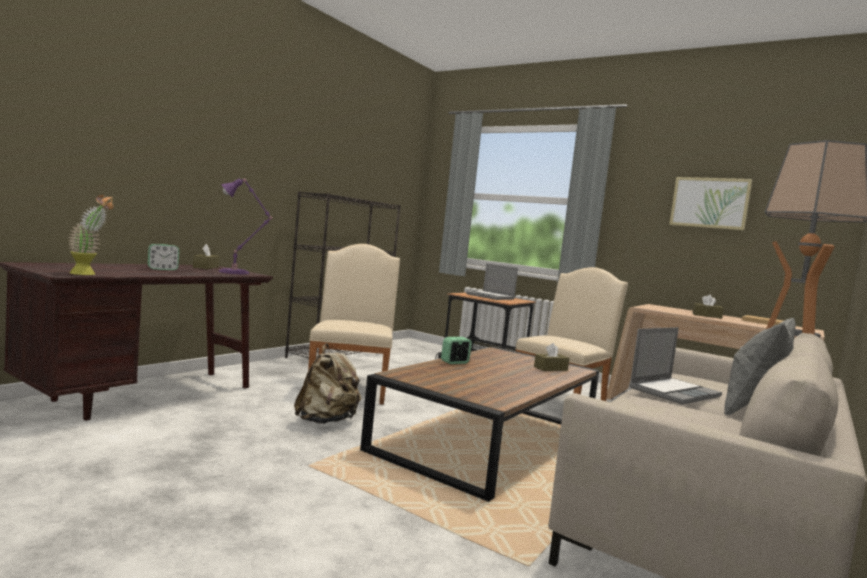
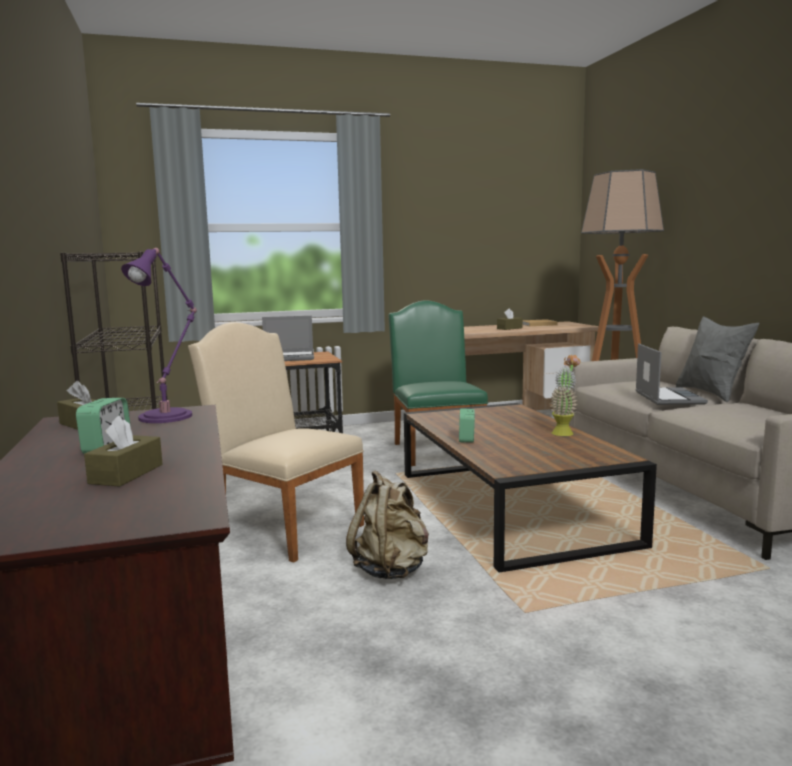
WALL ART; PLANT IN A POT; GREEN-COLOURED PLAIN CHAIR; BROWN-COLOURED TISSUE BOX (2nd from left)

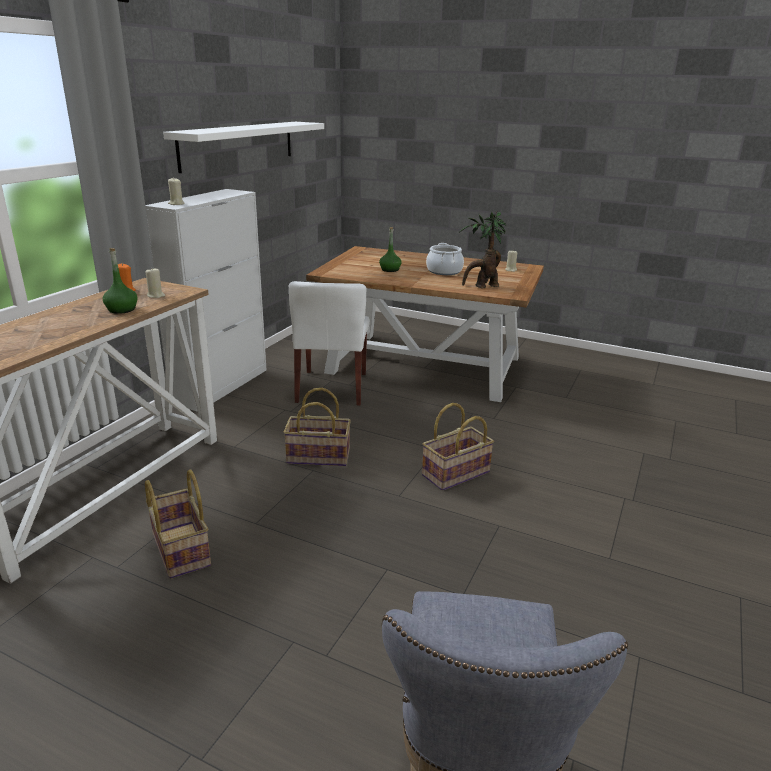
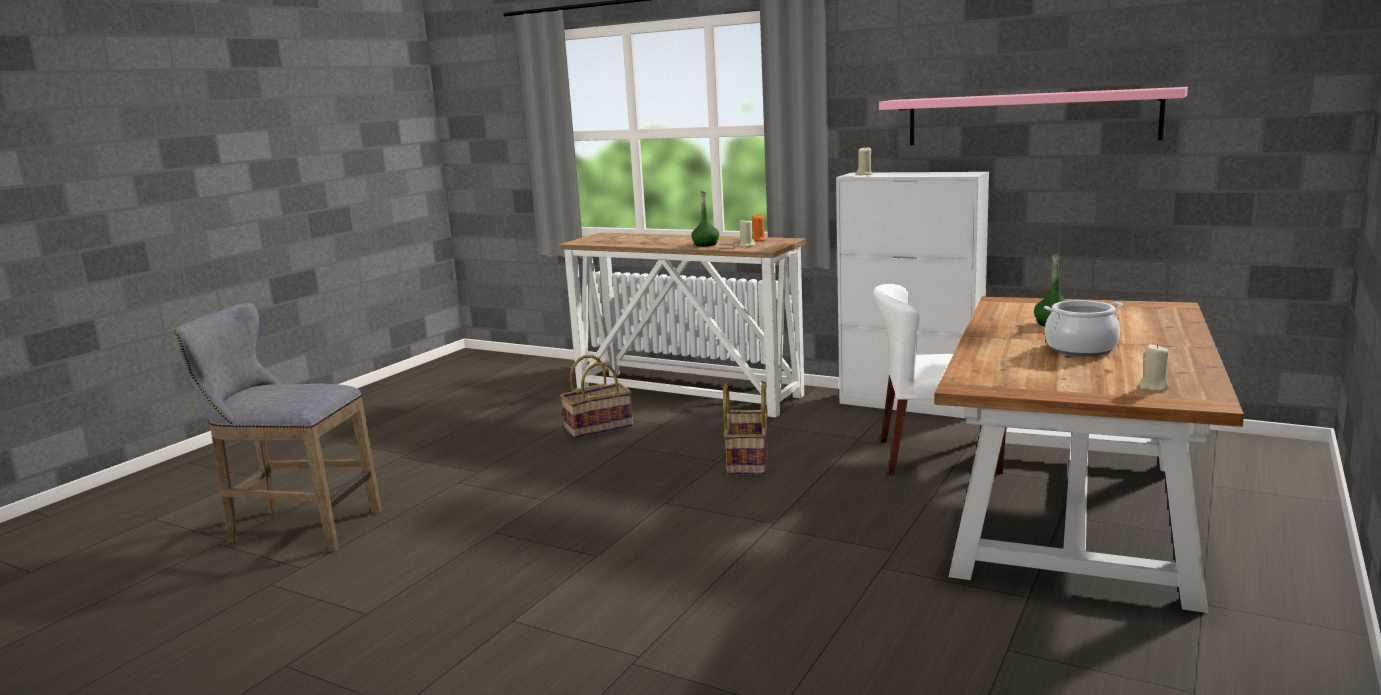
PINK-COLOURED SHELF; PLANT IN A POT; STORAGE BASKET (3rd from left in the first image)

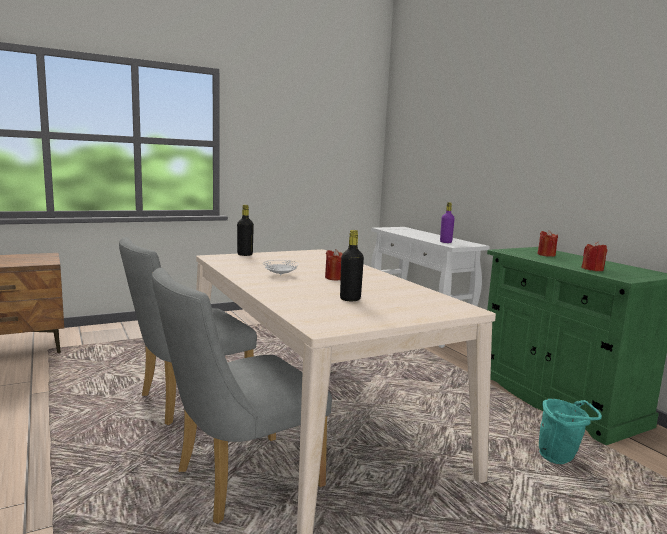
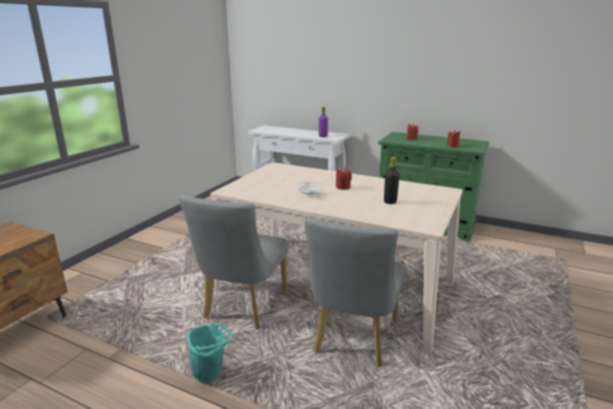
BLACK BEVERAGE BOTTLE (1st from left in the first image); TURQUOISE PAIL

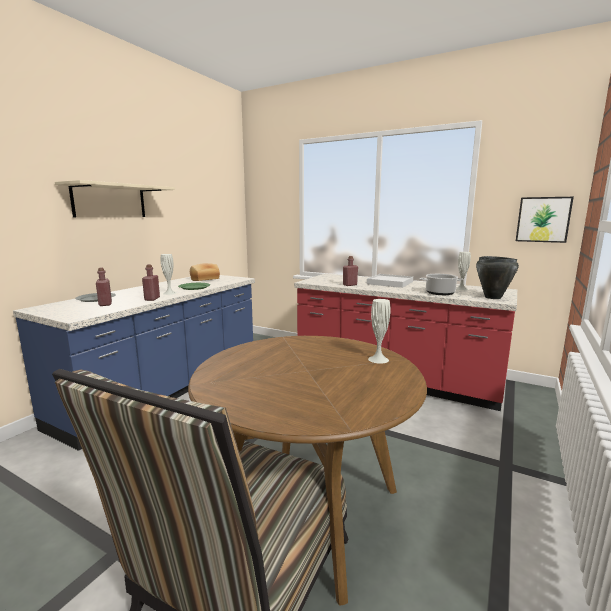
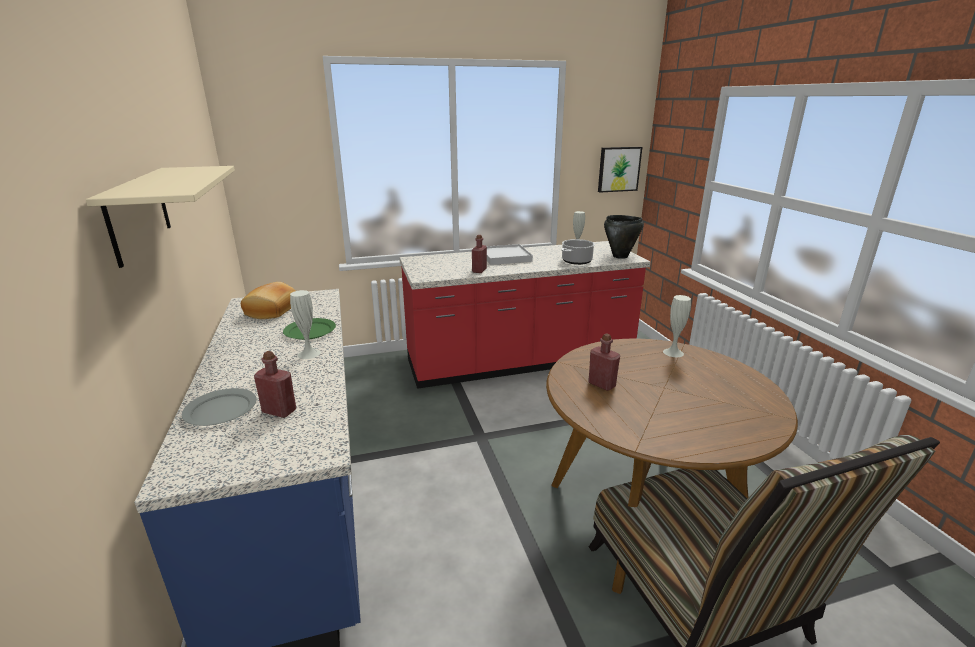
REDDISH BEVERAGE BOTTLE (3rd from left)

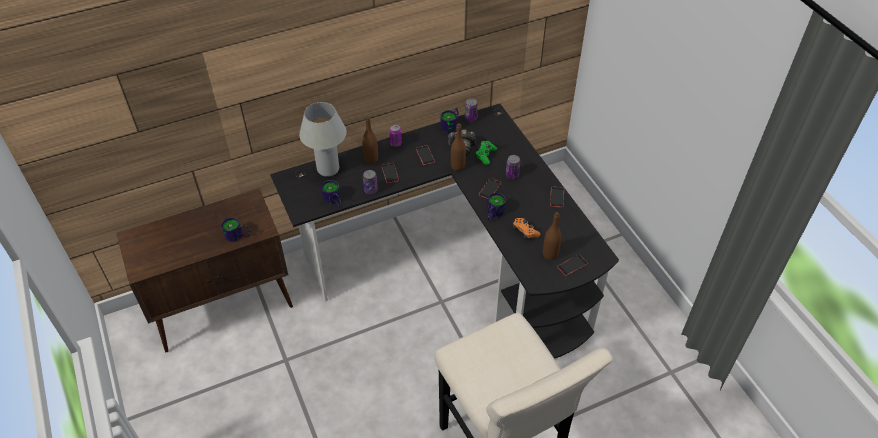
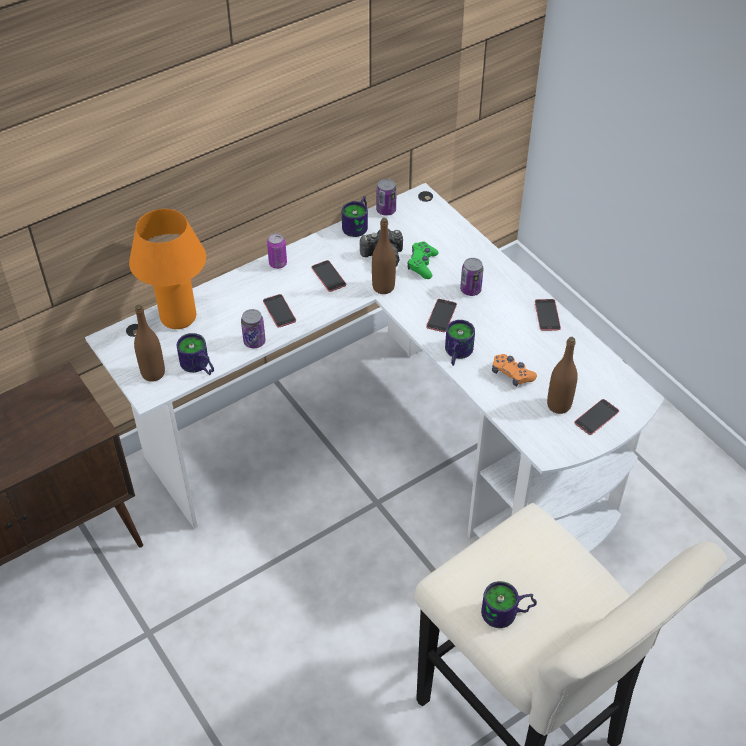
ORANGEY TABLE LAMP; WHITE DESK TABLE; BROWN-COLOURED BEVERAGE BOTTLE (1st from left); COFFEE MUG (4th from left)

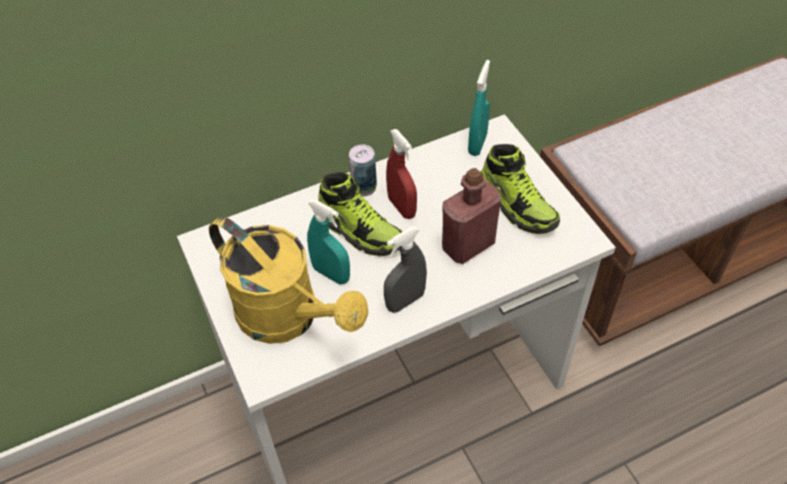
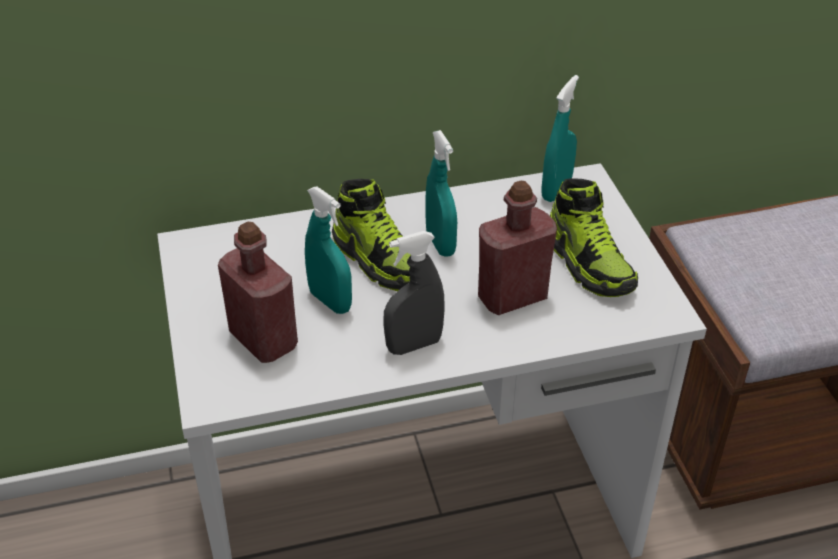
TURQUOISE HAND SPRAYER (2nd from left); METAL CAN; REDDISH BEVERAGE BOTTLE (1st from left)

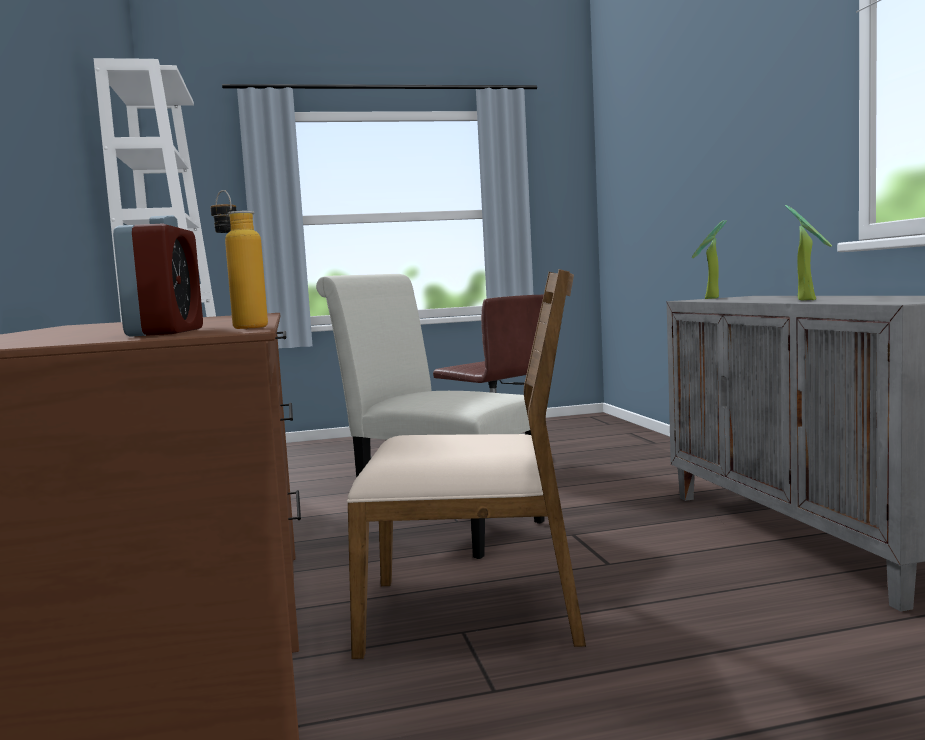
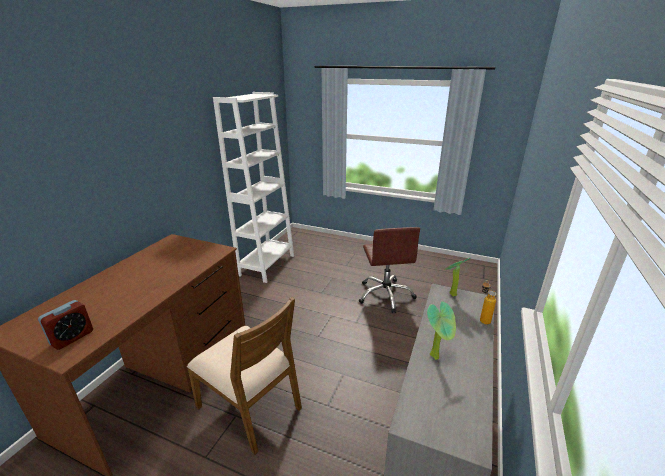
BEVERAGE BOTTLE; WHITE PLAIN CHAIR

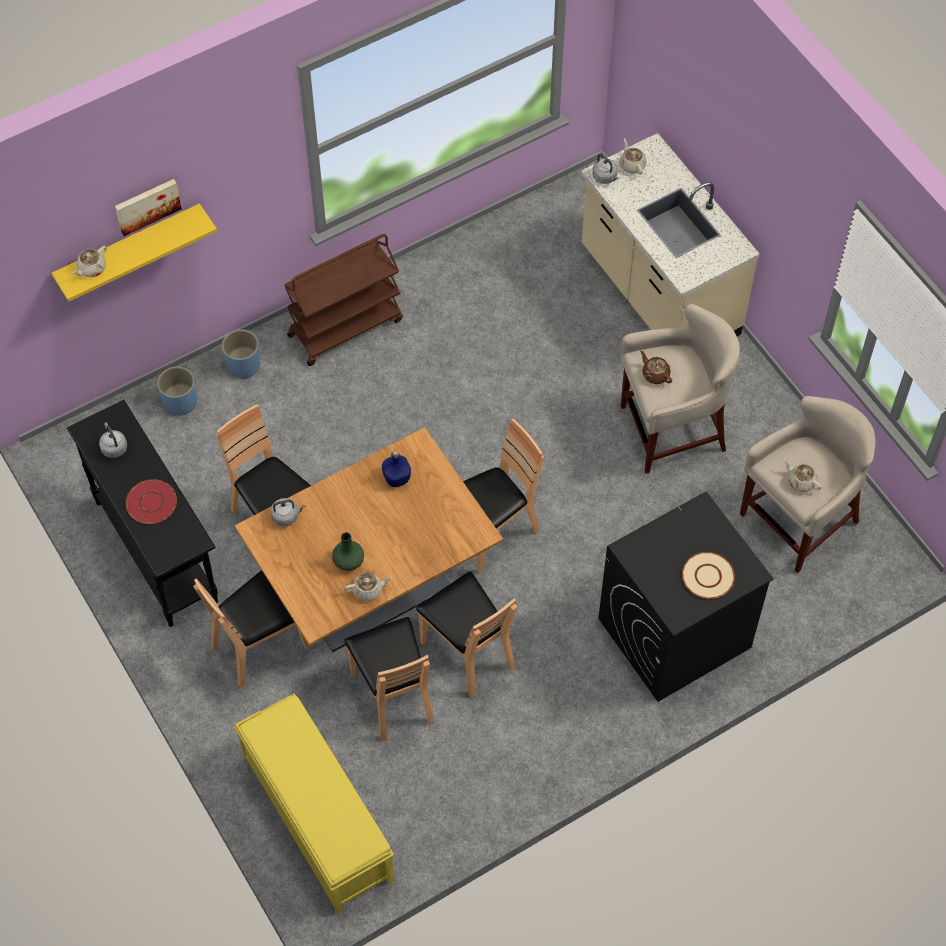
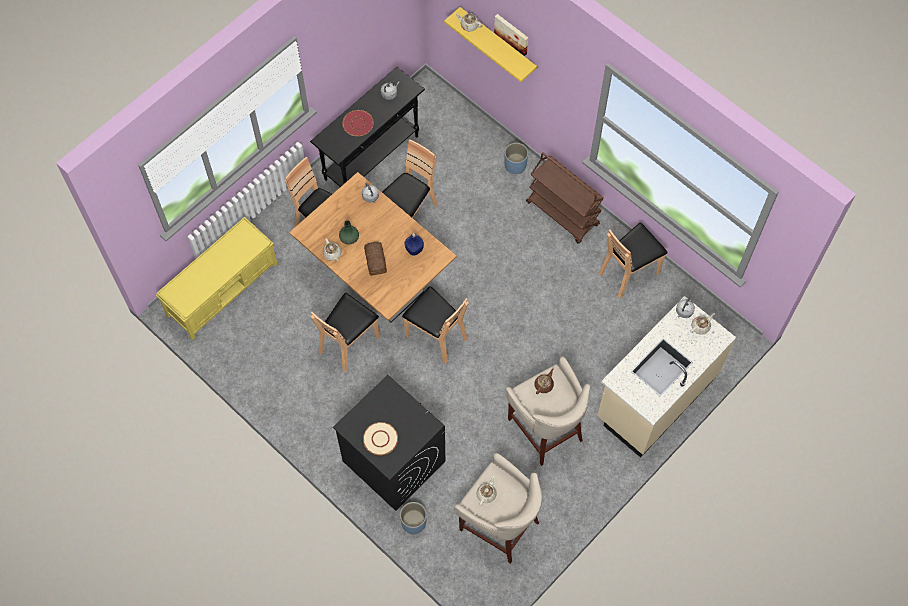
BLUISH FLOWER POT (1st from left); BROWN-COLOURED PLAIN CHAIR (5th from left); BREAD

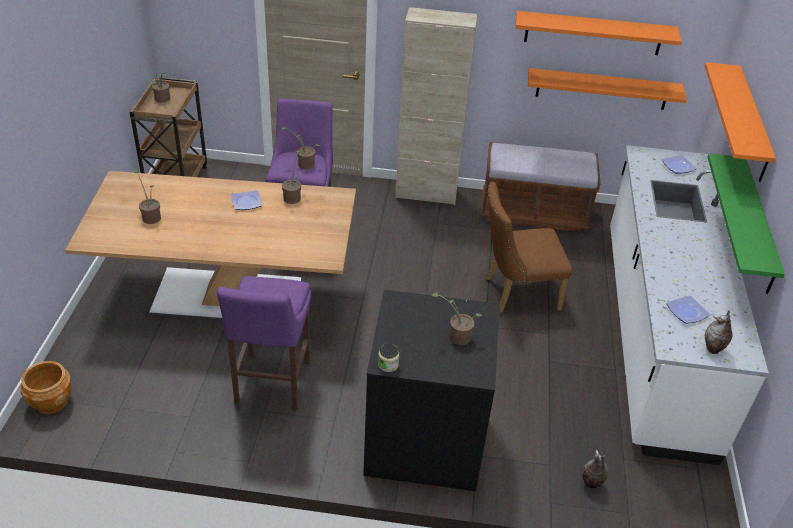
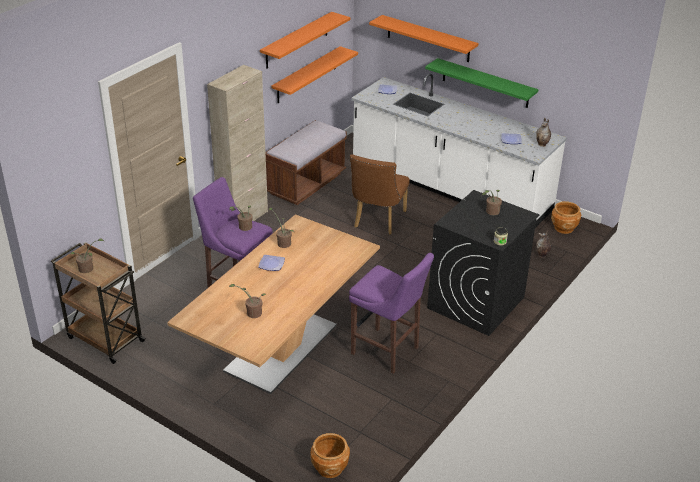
BROWN-COLOURED FLOWER POT (2nd from left)

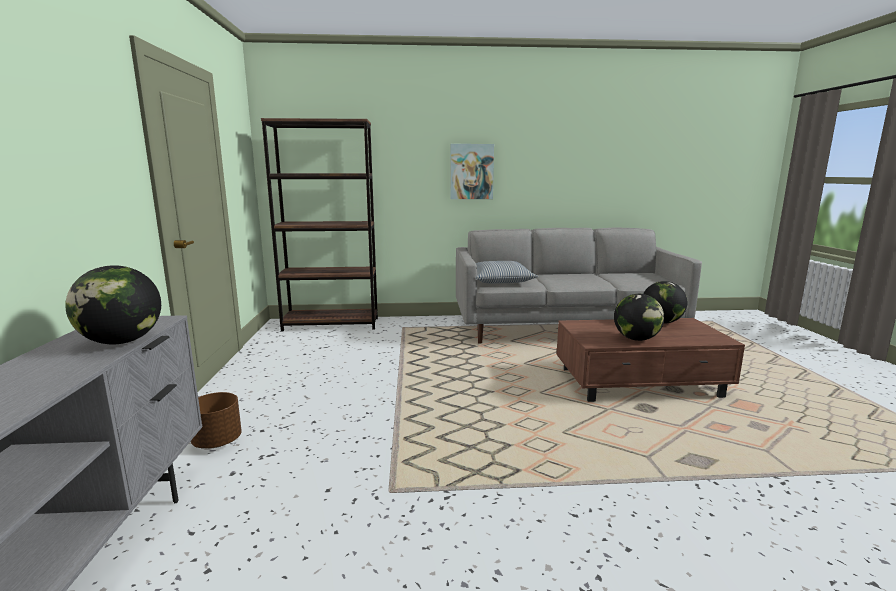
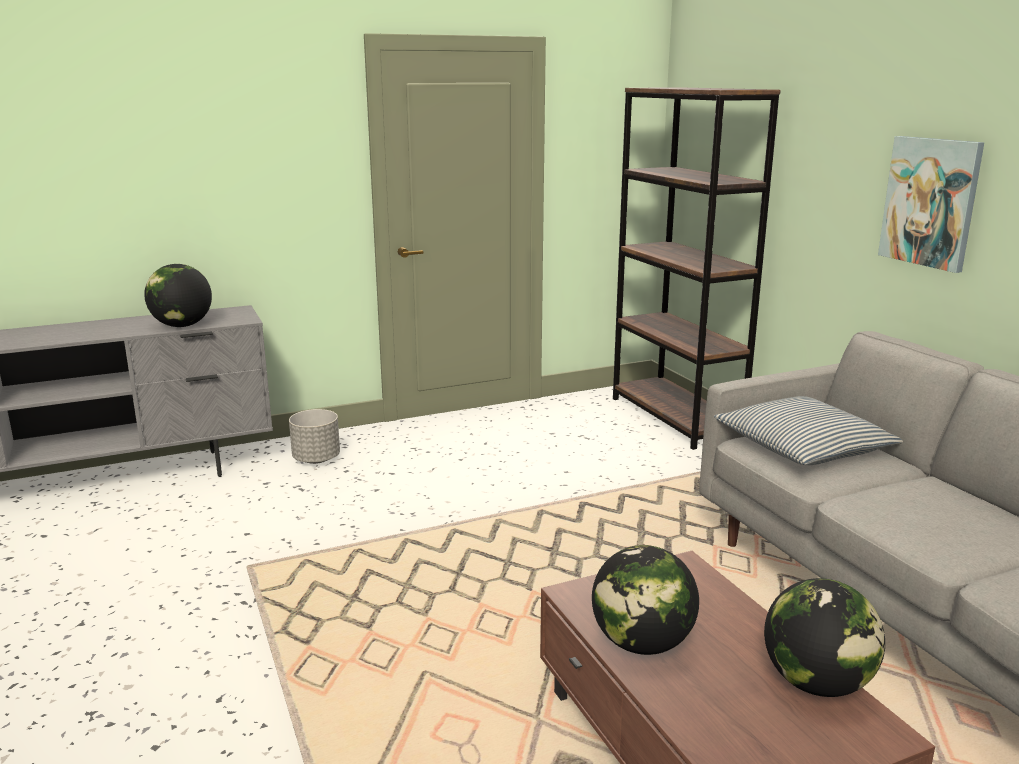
GREY FLOWER POT

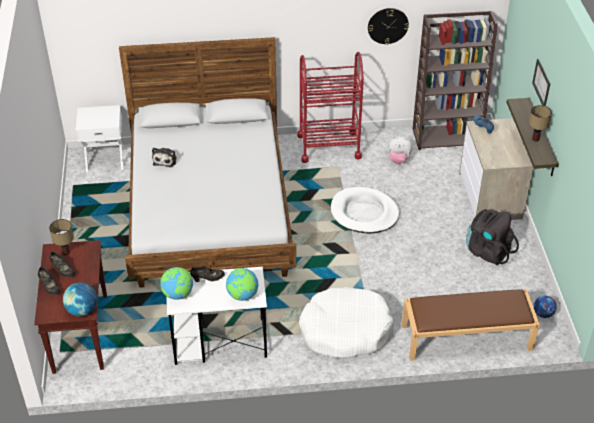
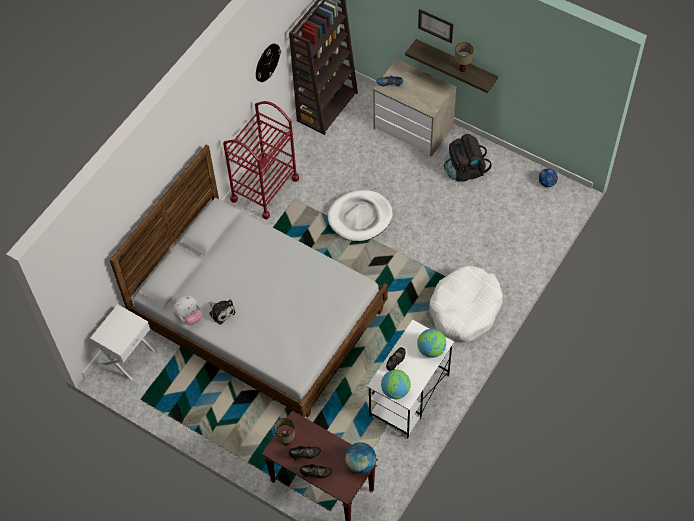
CUDDLY TOY (1st from left); BROWN-COLOURED LONG SEAT

